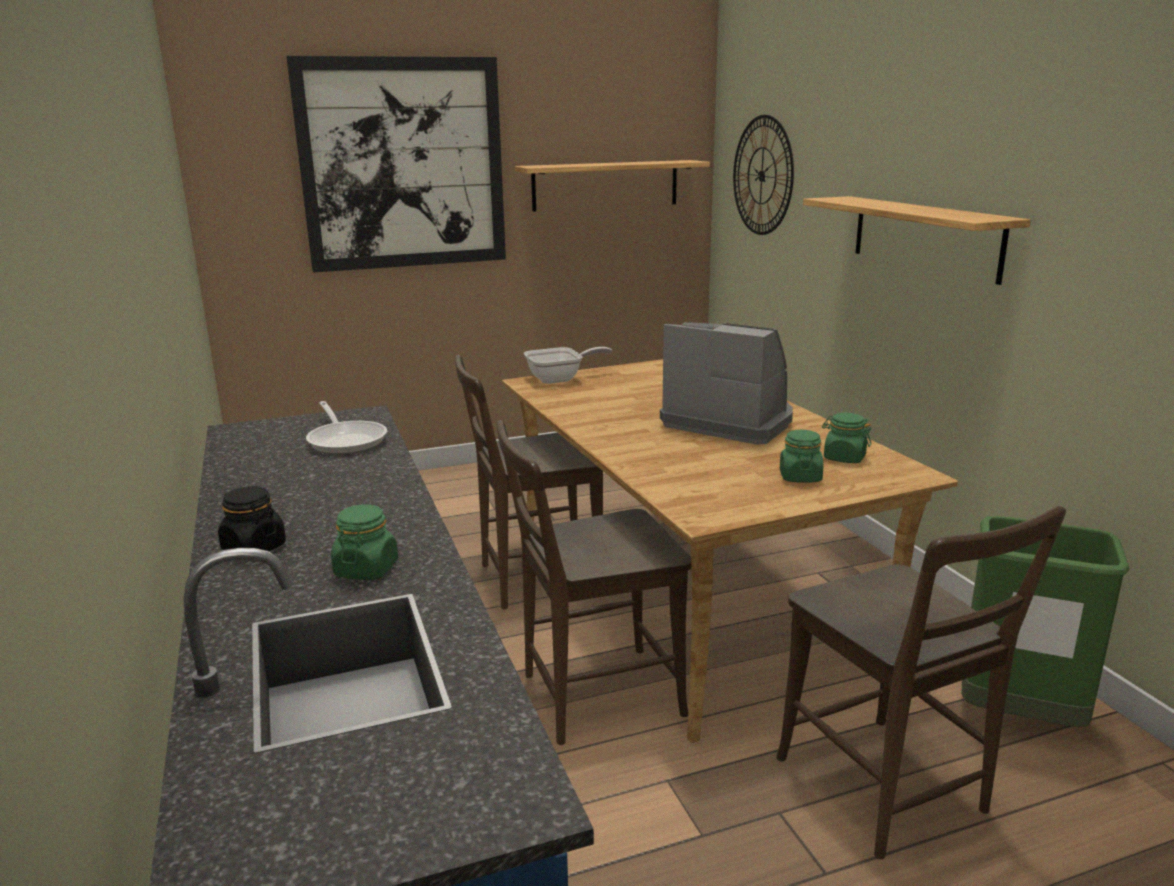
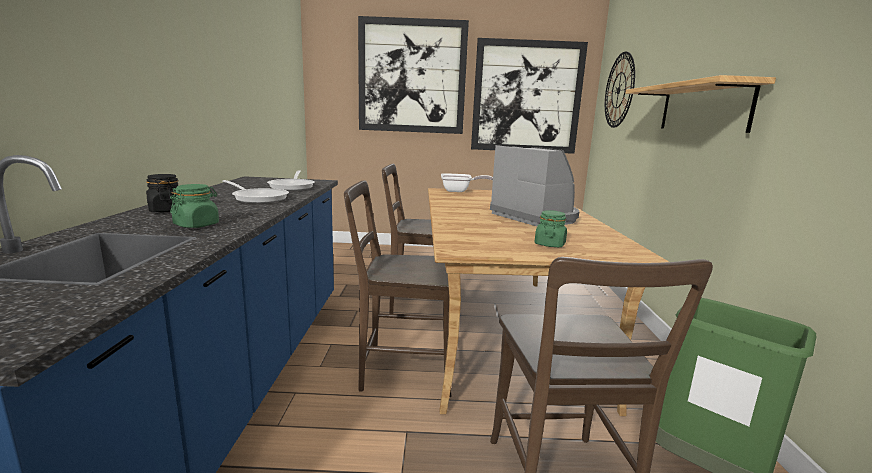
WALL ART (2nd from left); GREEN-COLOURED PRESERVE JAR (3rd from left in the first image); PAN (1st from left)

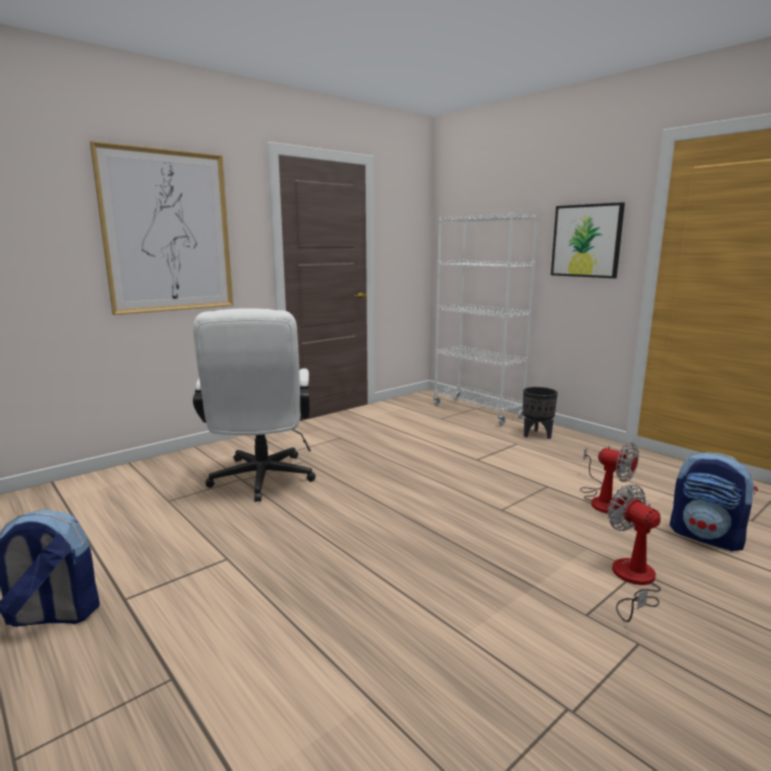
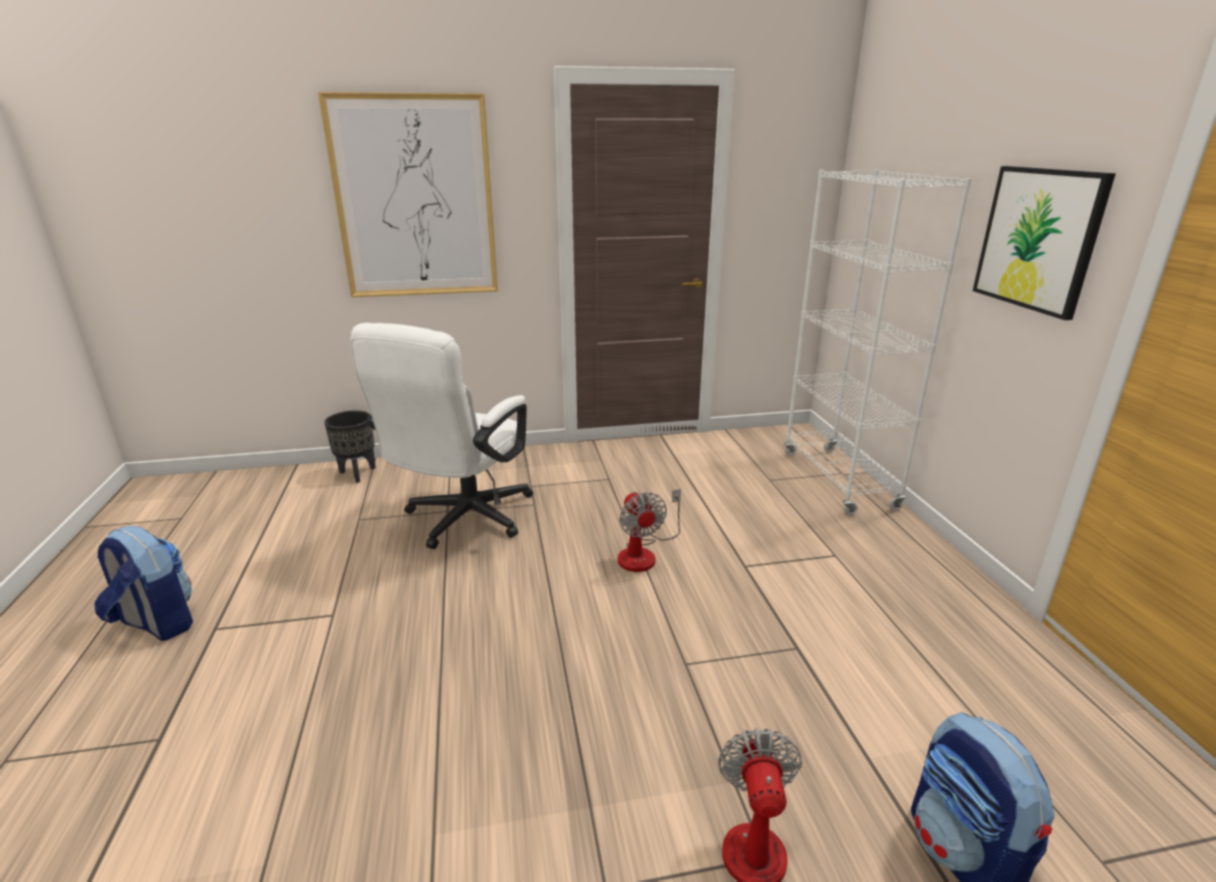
BLACK FLOWER POT; COOLING FAN (1st from left)

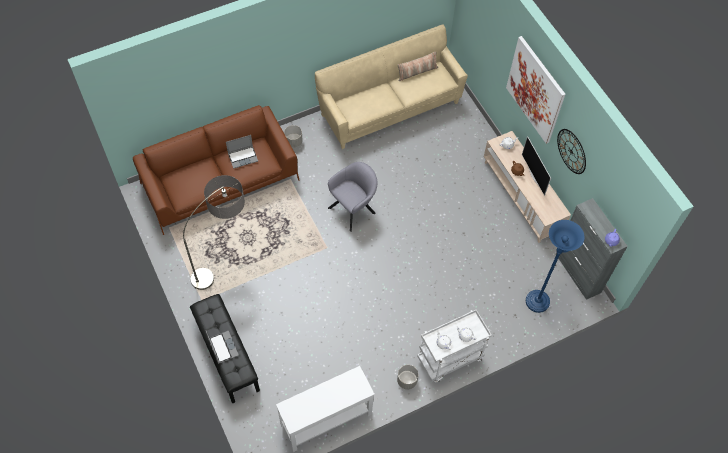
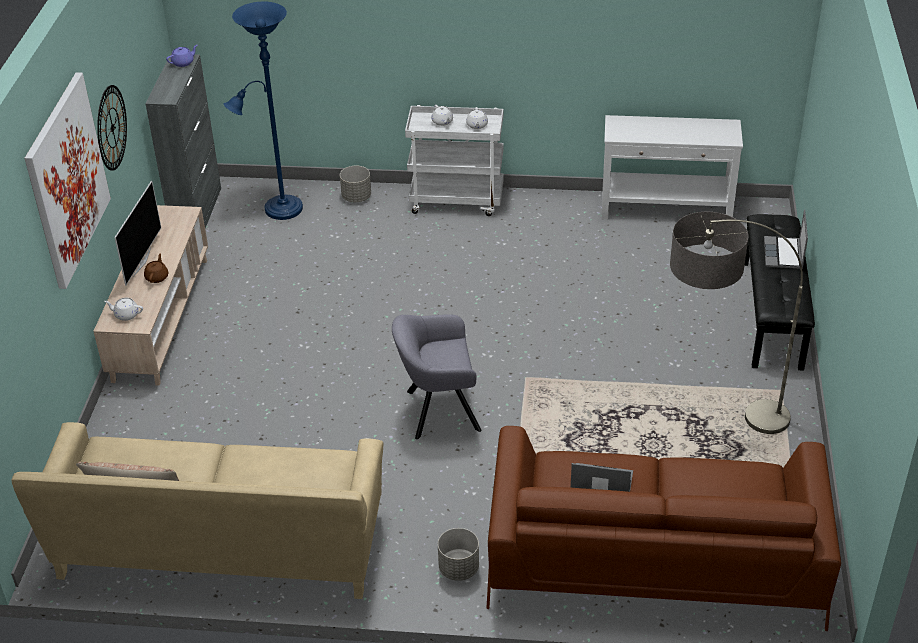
GREY FLOWER POT (1st from left)

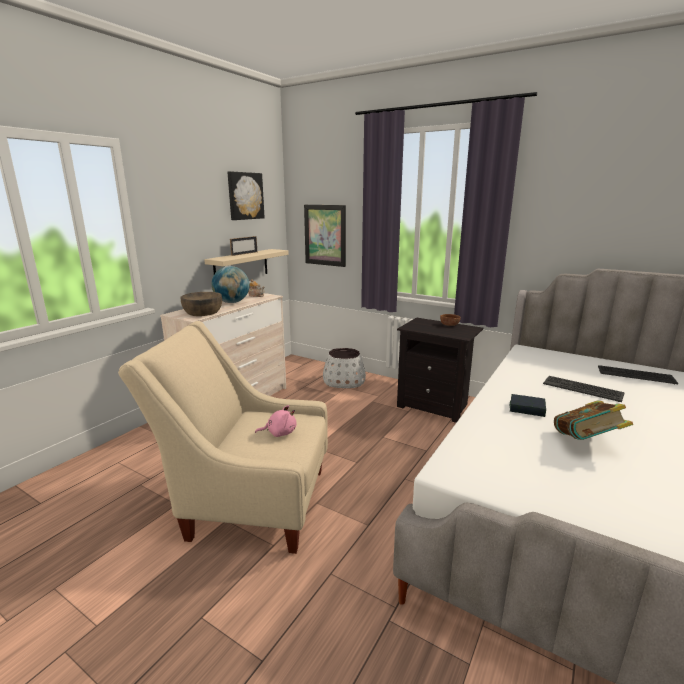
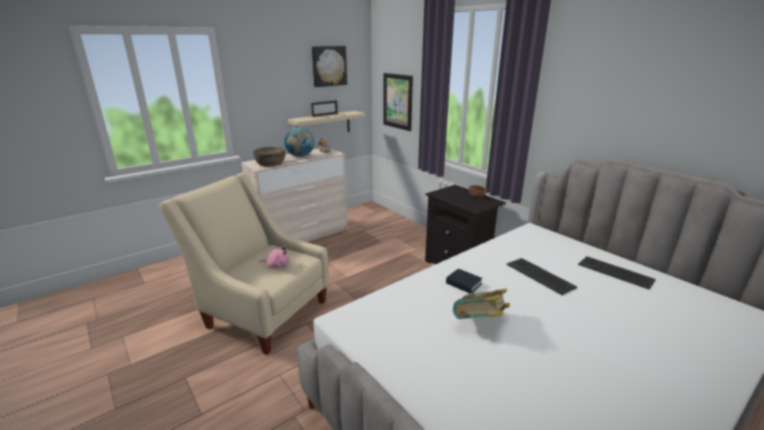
WHITE FLOWER POT

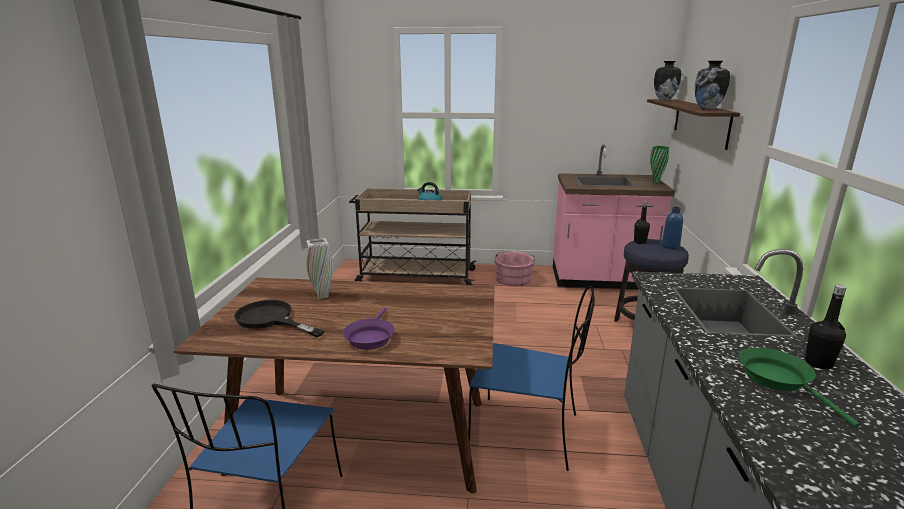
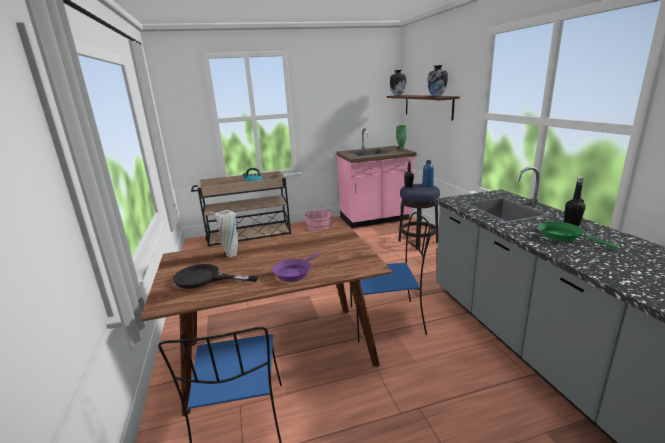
PURPLISH PAN

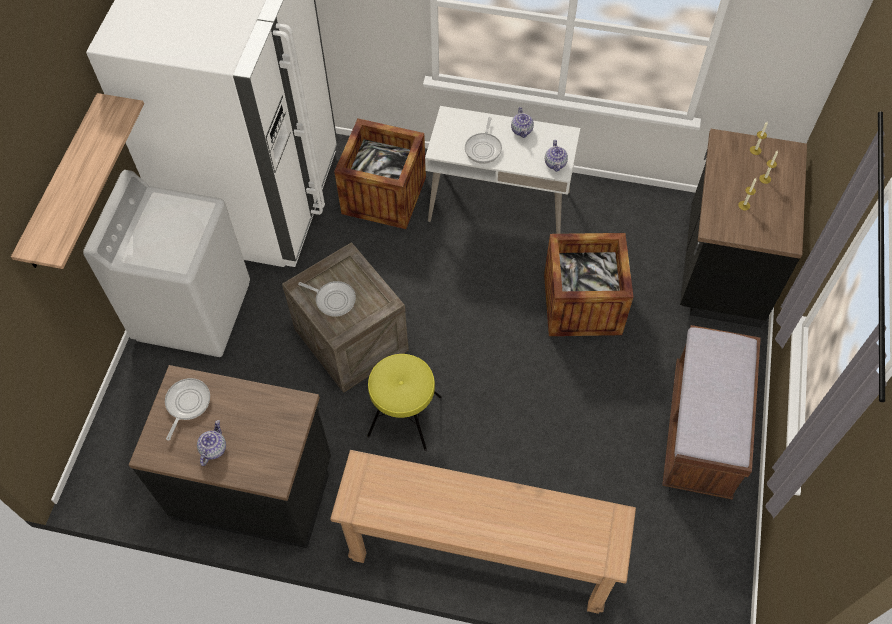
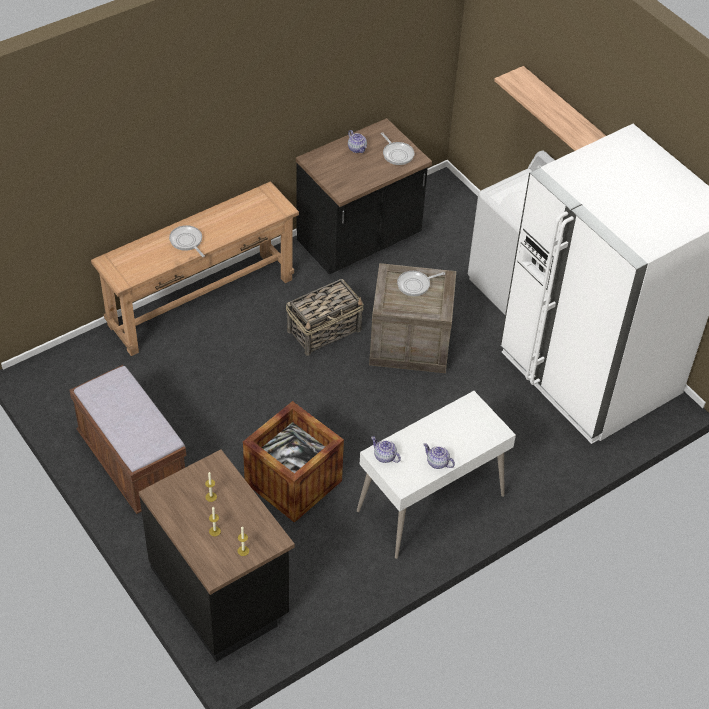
PAN (1st from left); CRATE (2nd from left in the first image); STORAGE BASKET

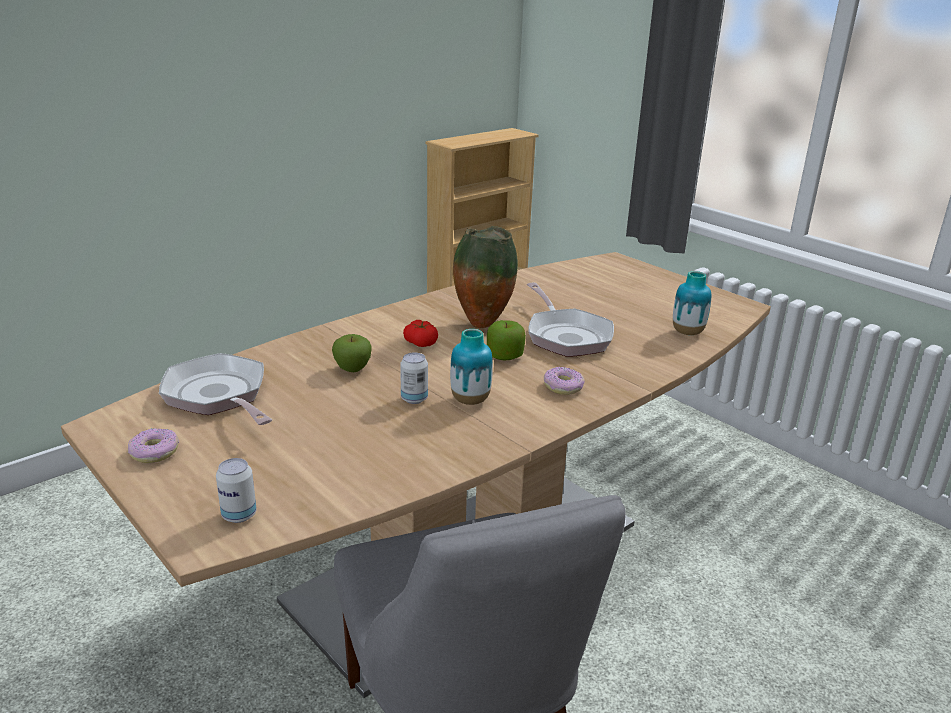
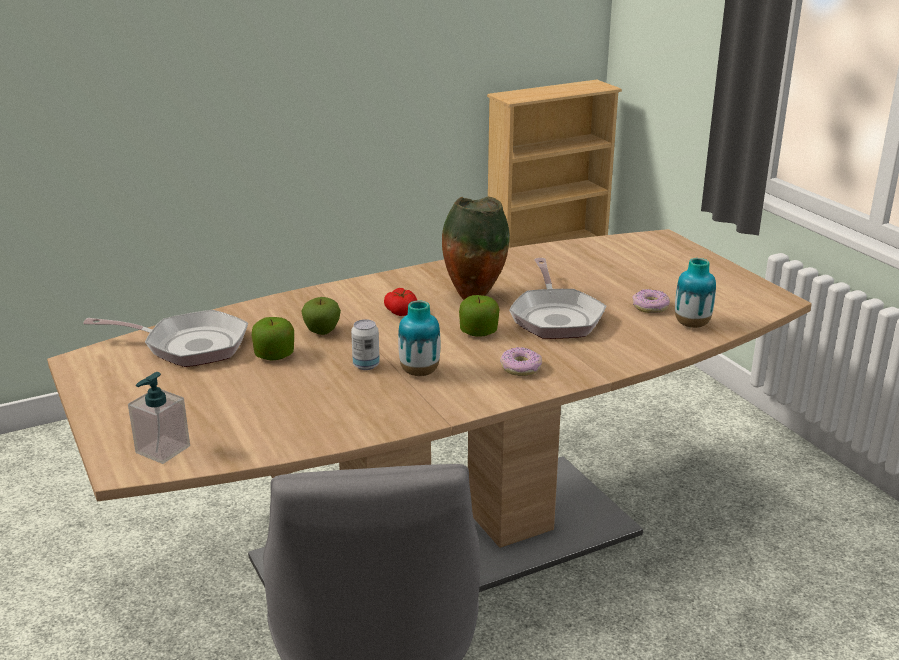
PAN (1st from left); DOUGHNUT (2nd from left); SOAP BOTTLE; APPLE FRUIT (1st from left)

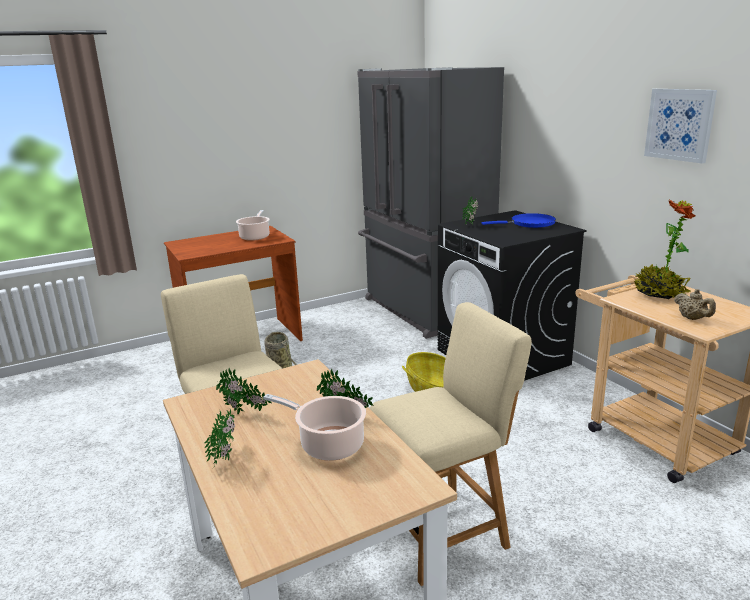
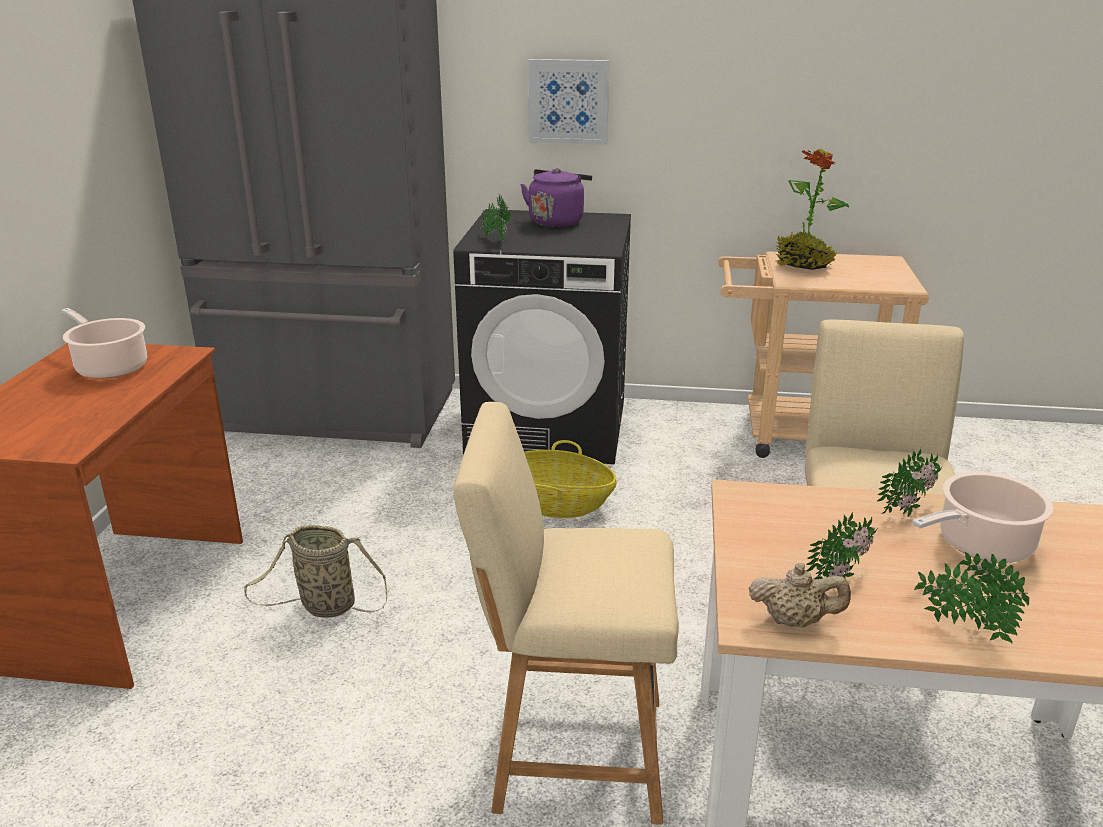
WALL ART; PURPLISH KETTLE; SAND-COLOURED TEAPOT

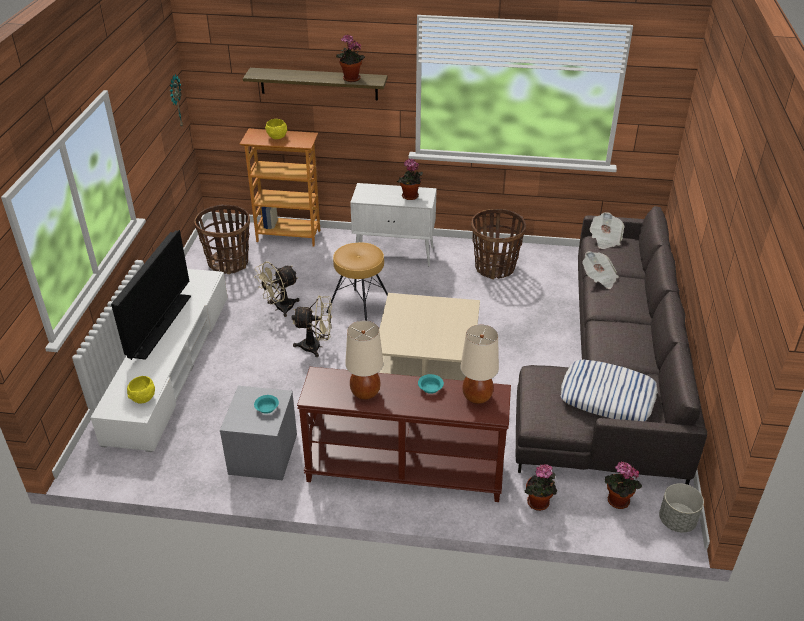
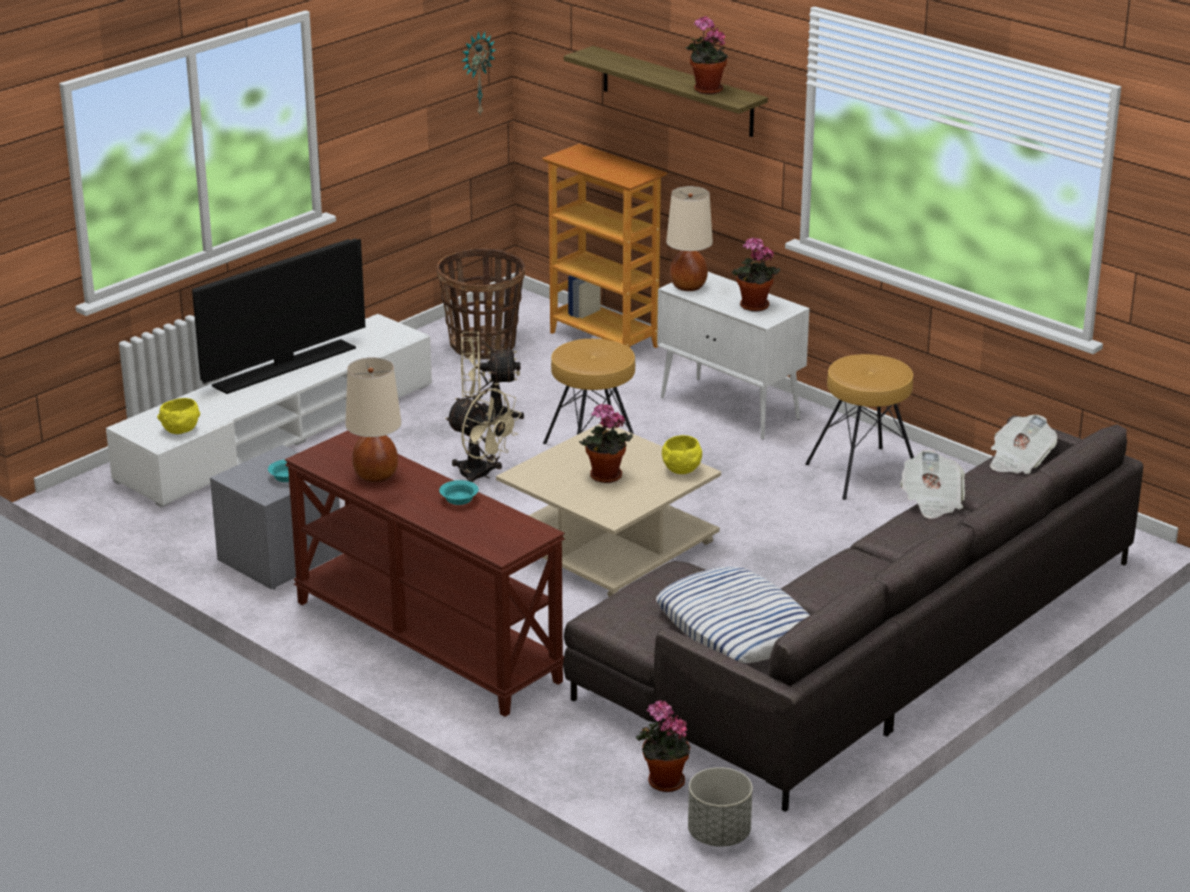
YELLOW SERVING BOWL (2nd from left); BROWN-COLOURED SITTING STOOL (2nd from left); SAND-COLOURED TABLE LAMP (2nd from left); PLANT IN A POT (1st from left)

